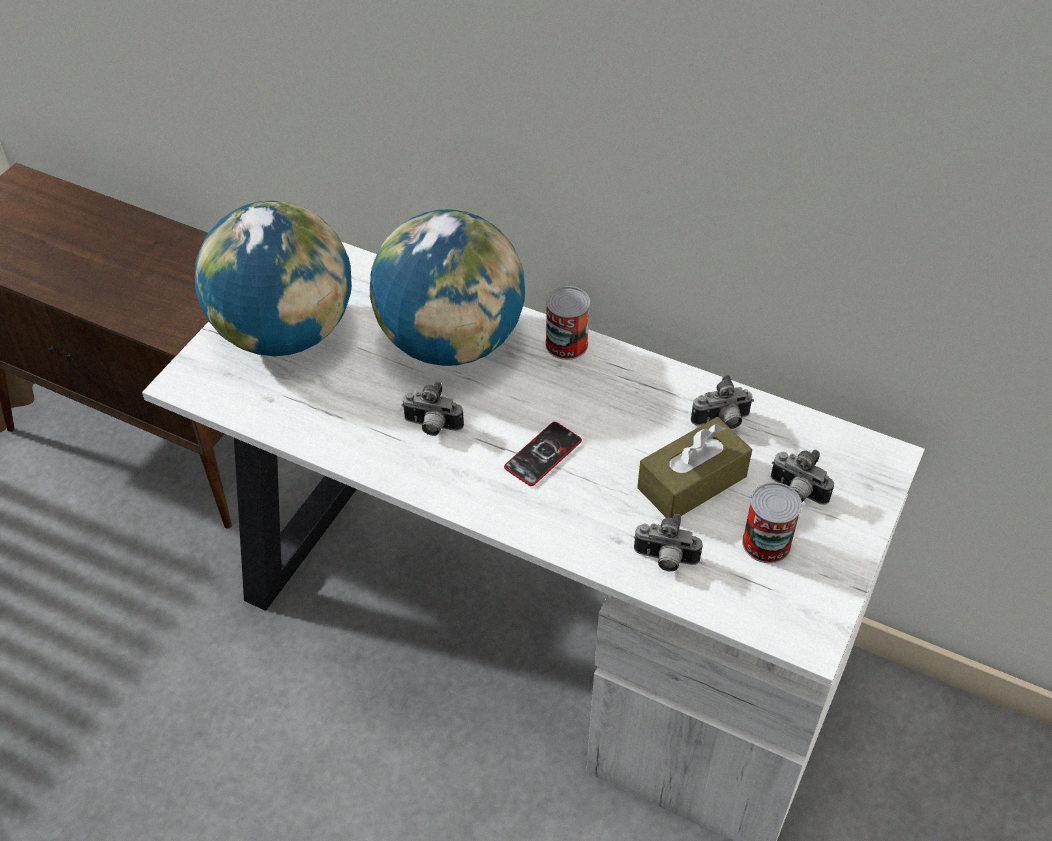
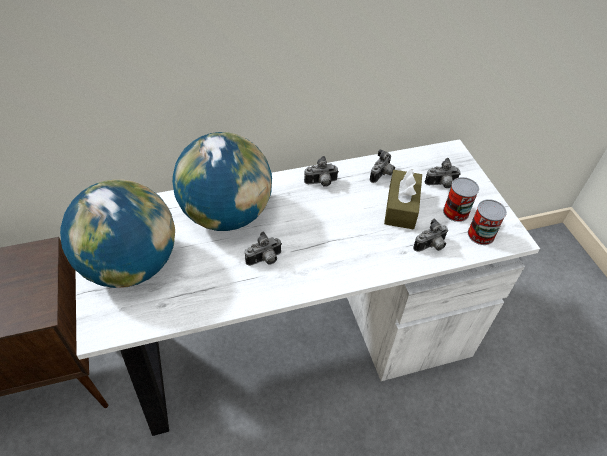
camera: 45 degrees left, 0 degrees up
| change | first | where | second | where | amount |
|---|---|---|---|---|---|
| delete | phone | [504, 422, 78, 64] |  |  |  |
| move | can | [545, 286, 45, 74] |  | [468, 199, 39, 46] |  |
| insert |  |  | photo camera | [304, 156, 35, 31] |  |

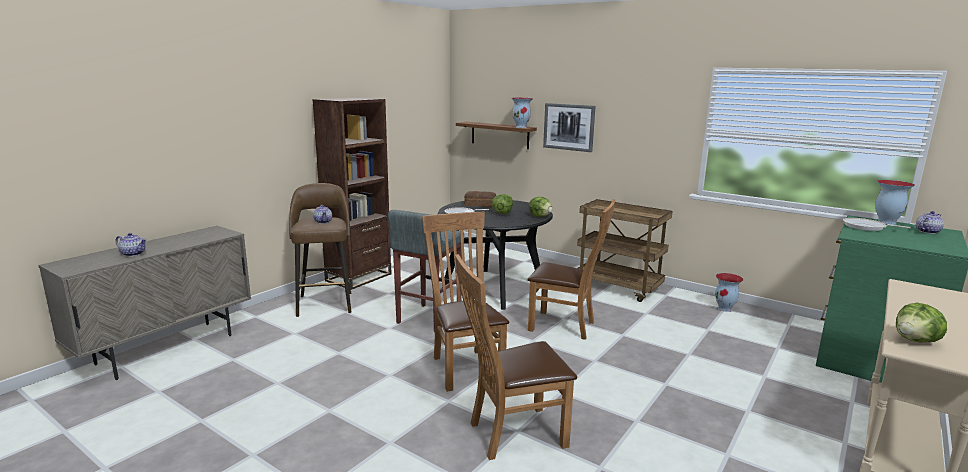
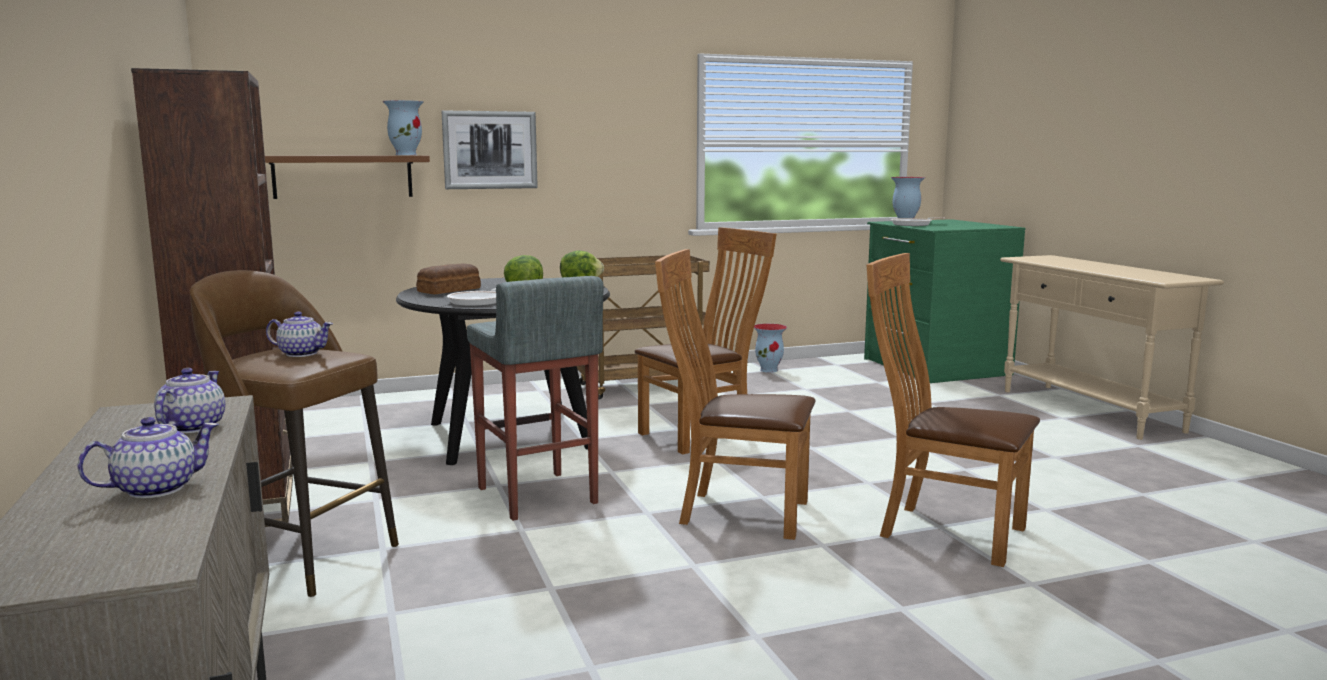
camera: 55 degrees left, 5 degrees down
| change | first | where | second | where | amount |
|---|---|---|---|---|---|
| rotate | brown chair | [455, 254, 122, 206] |  | [866, 253, 174, 314] | 105 degrees clockwise |
| delete | lettuce | [896, 303, 51, 39] |  |  |  |
| move | teapot | [916, 211, 28, 23] |  | [154, 368, 71, 65] |  |

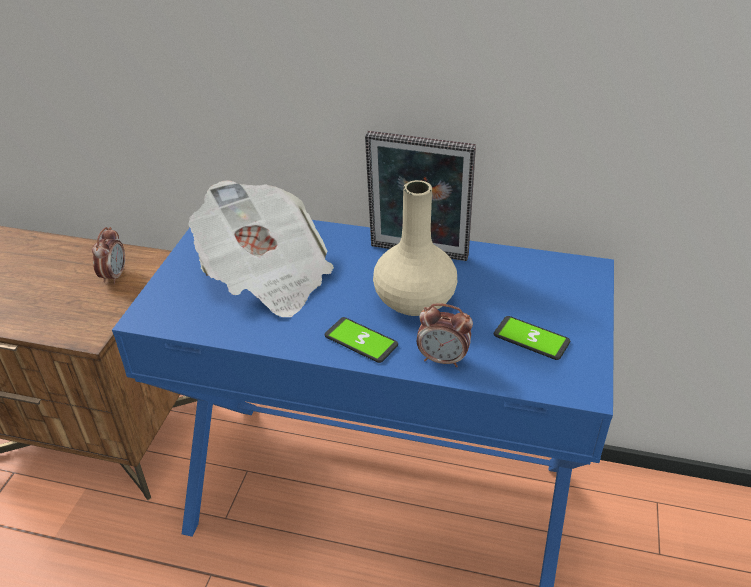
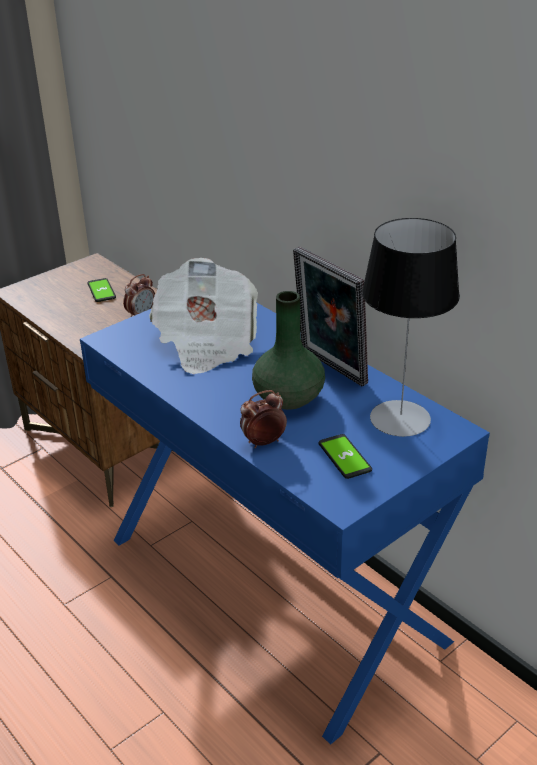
camera: 35 degrees right, 5 degrees down
| change | first | where | second | where | amount |
|---|---|---|---|---|---|
| move | phone | [325, 317, 73, 46] |  | [87, 278, 29, 24] |  |
| recolor | beige vase | [373, 180, 84, 136] | green vase | [252, 291, 73, 119] |  |
| rotate | alarm clock | [417, 303, 56, 64] |  | [240, 390, 47, 59] | 105 degrees clockwise |
| insert |  |  | table lamp | [362, 218, 98, 219] |  |

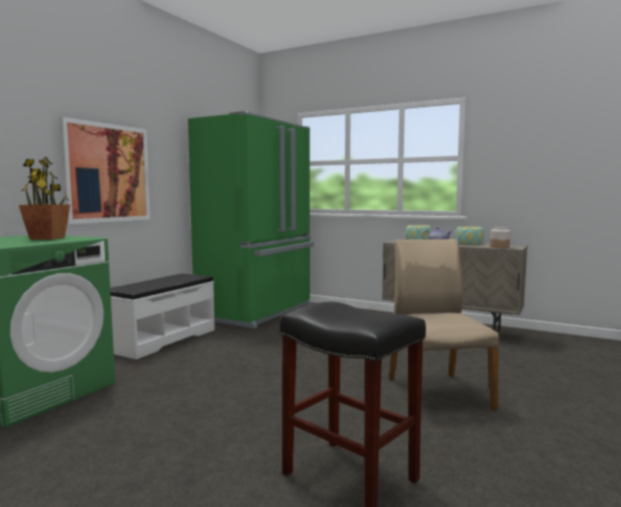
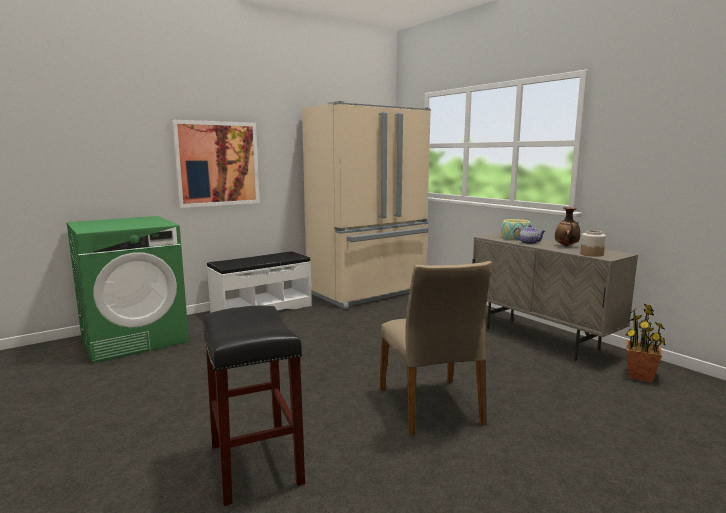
camera: 25 degrees right, 5 degrees up
| change | first | where | second | where | amount |
|---|---|---|---|---|---|
| move | potted plant | [19, 157, 51, 83] |  | [625, 304, 41, 79] |  |
| recolor | green fridge | [188, 111, 126, 217] | beige fridge | [302, 101, 129, 208] |  |
| rotate | beige chair | [389, 239, 110, 172] |  | [380, 261, 112, 174] | 150 degrees clockwise |
| replace | bowl | [455, 227, 29, 18] | vase | [555, 207, 25, 40] |  |

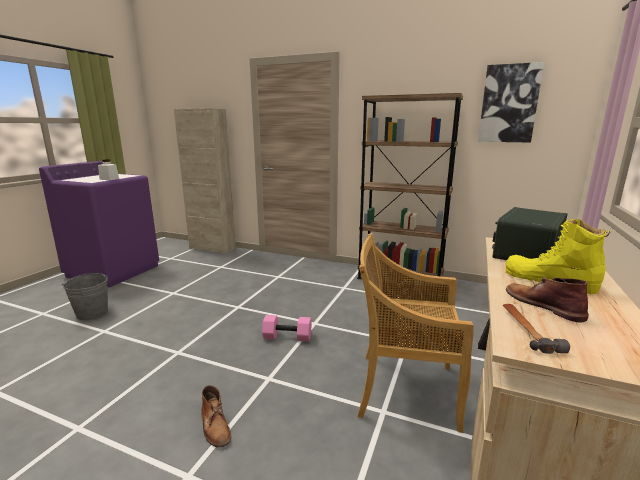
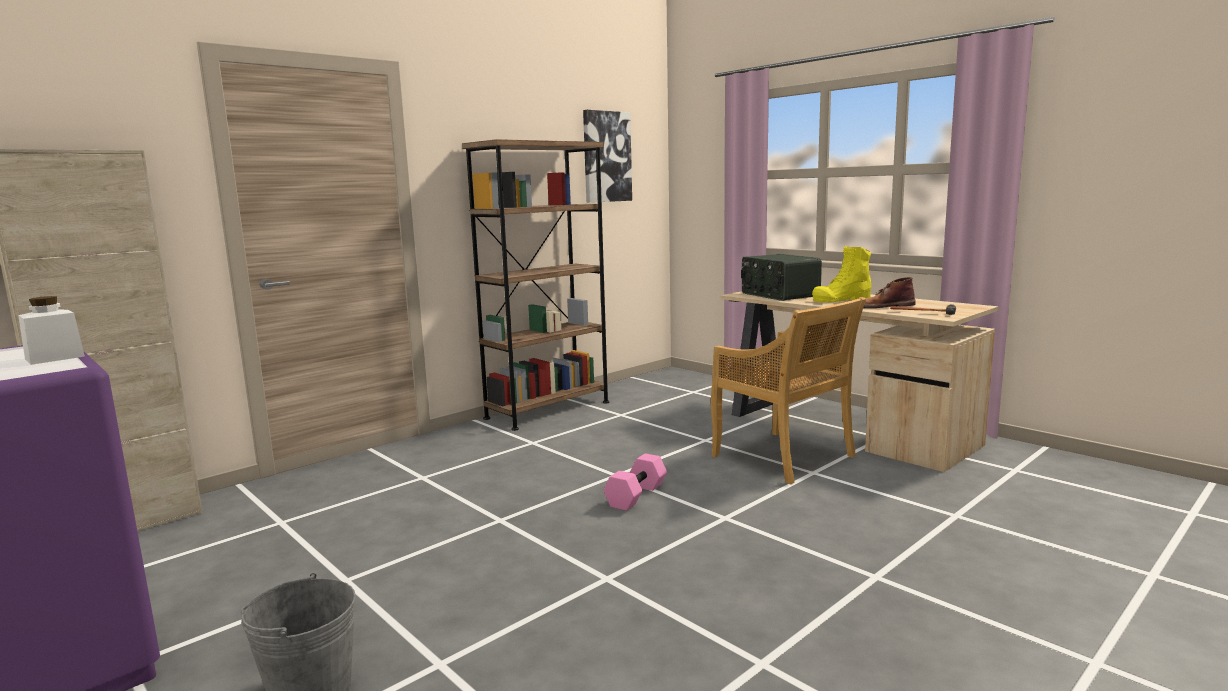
camera: 65 degrees left, 5 degrees down
| change | first | where | second | where | amount |
|---|---|---|---|---|---|
| delete | brown boot | [201, 385, 30, 62] |  |  |  |
| rotate | beige chair | [357, 233, 117, 200] |  | [711, 297, 155, 187] | 75 degrees counterclockwise |

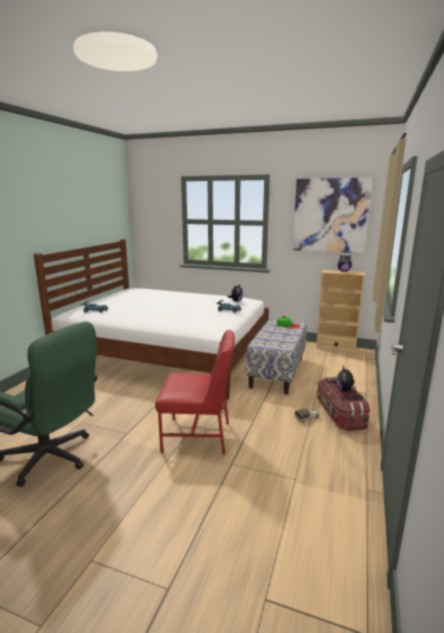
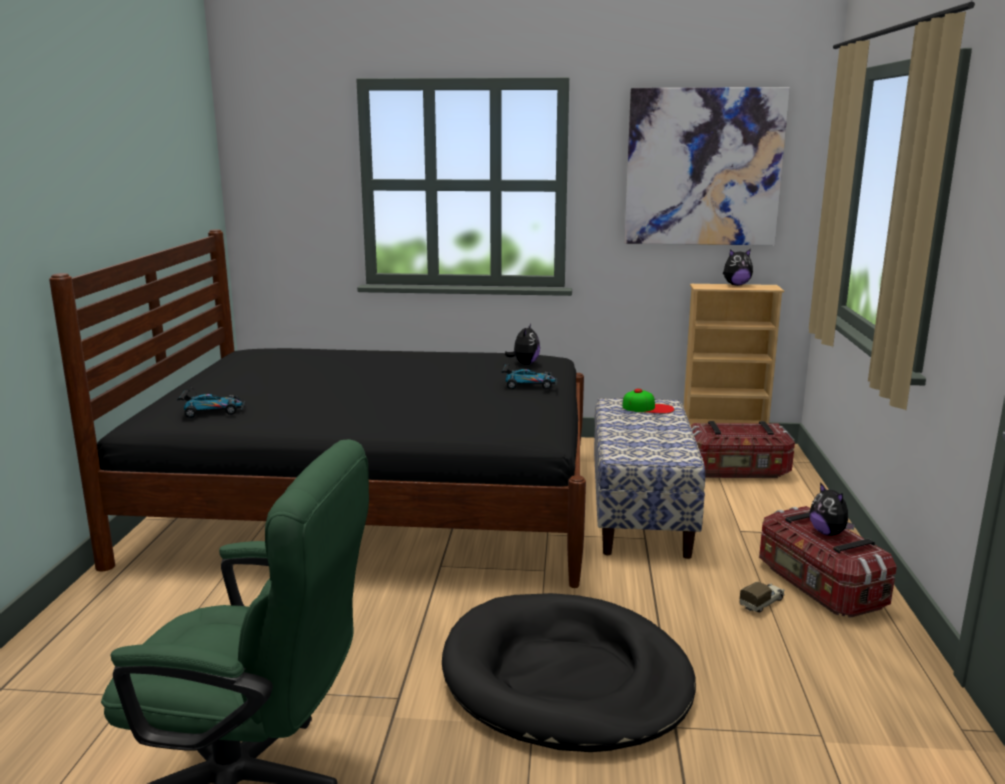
camera: 15 degrees left, 0 degrees up
| change | first | where | second | where | amount |
|---|---|---|---|---|---|
| recolor | white bed | [34, 239, 235, 161] | black bed | [49, 230, 537, 358] |  |
| replace | red chair | [155, 330, 80, 124] | black dog bed | [442, 593, 254, 159] |  |
| insert |  |  | storage box | [691, 421, 104, 57] |  |

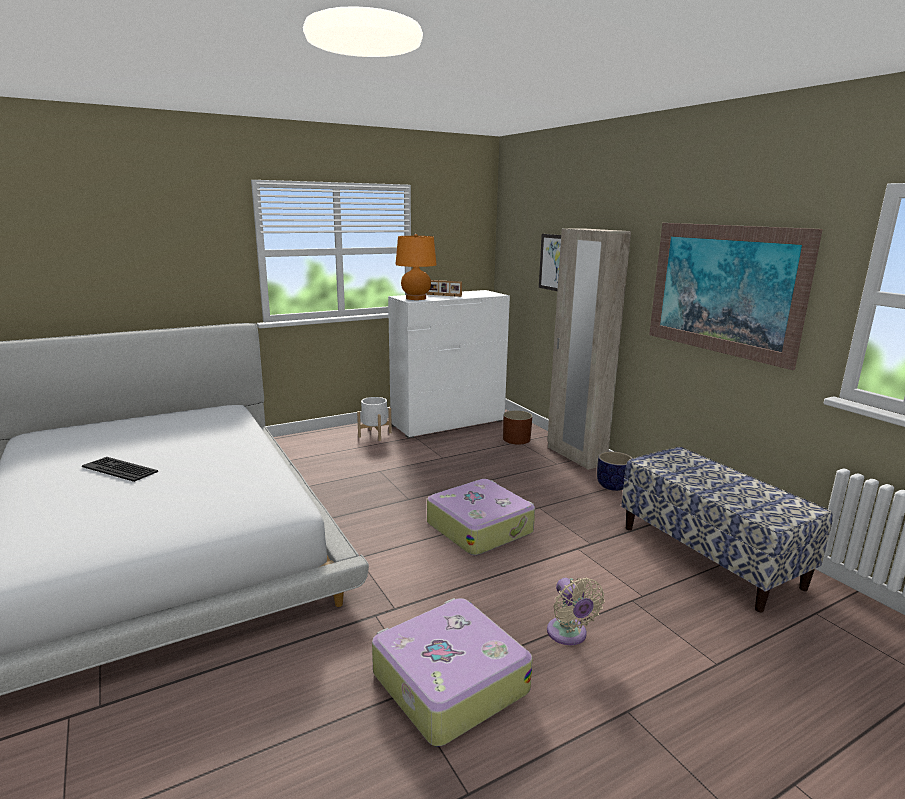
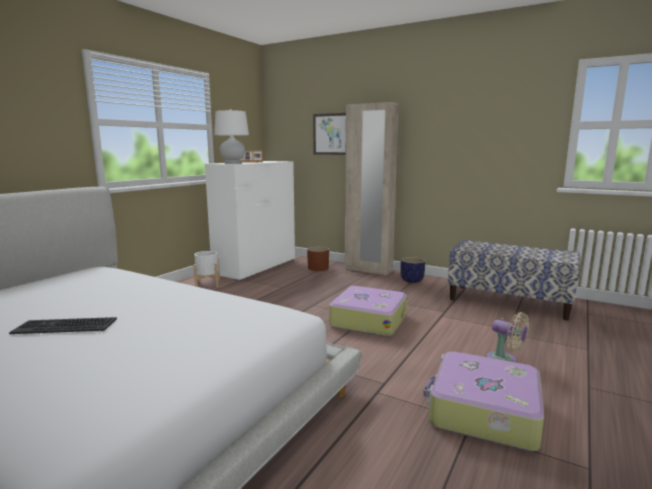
camera: 30 degrees left, 5 degrees down
| change | first | where | second | where | amount |
|---|---|---|---|---|---|
| recolor | orange table lamp | [395, 234, 42, 66] | white table lamp | [214, 109, 35, 55] |  |
| delete | picture | [649, 223, 174, 147] |  |  |  |

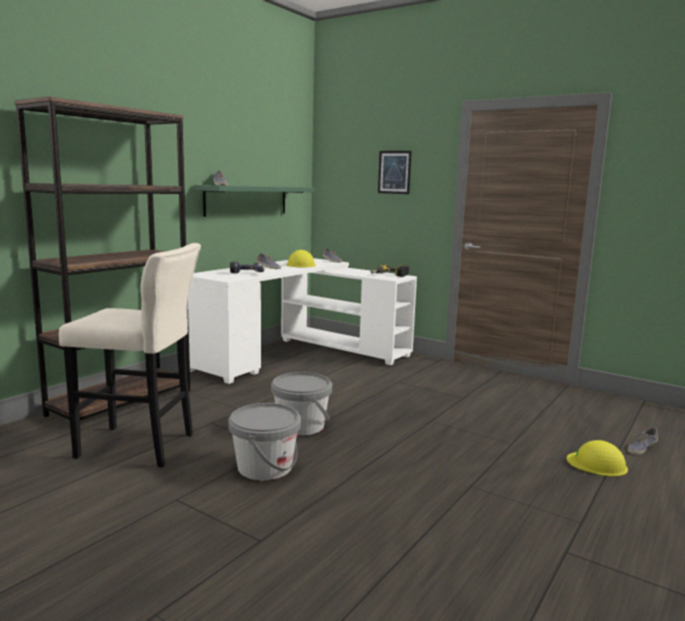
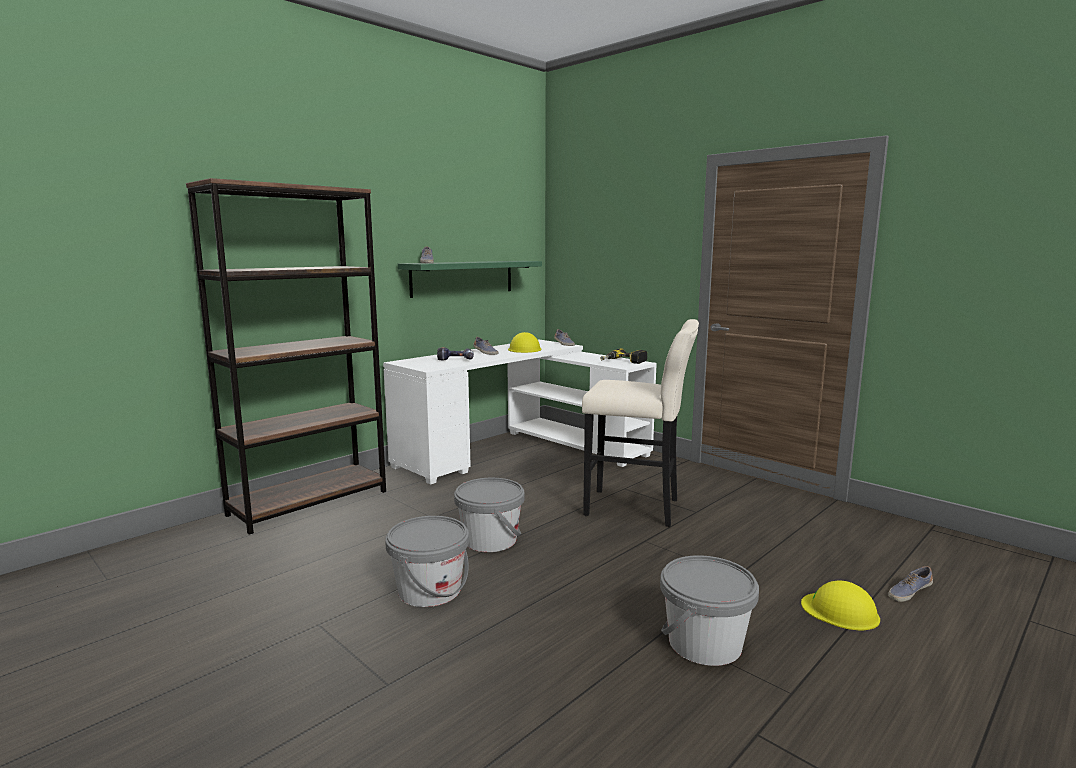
camera: 10 degrees right, 0 degrees up
| change | first | where | second | where | amount |
|---|---|---|---|---|---|
| move | beige stool | [59, 243, 142, 224] |  | [582, 319, 117, 208] |  |
| delete | picture | [378, 151, 34, 43] |  |  |  |
| insert |  |  | grey bucket | [660, 555, 99, 111] |  |

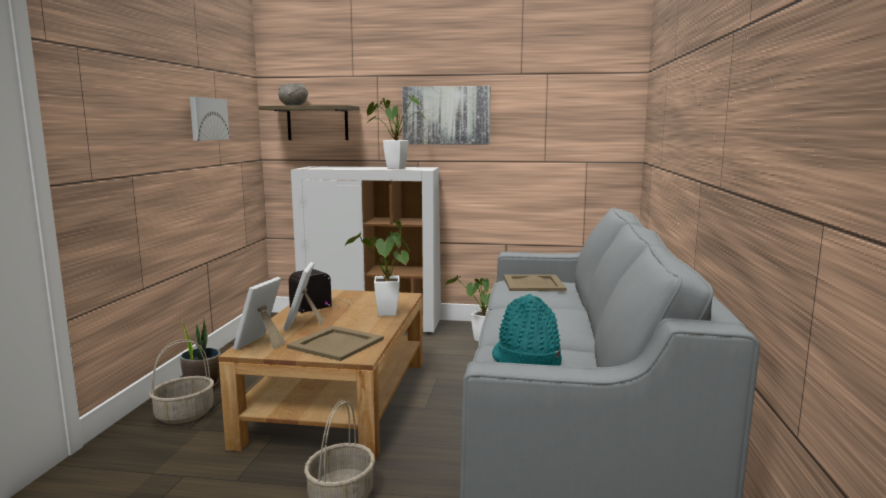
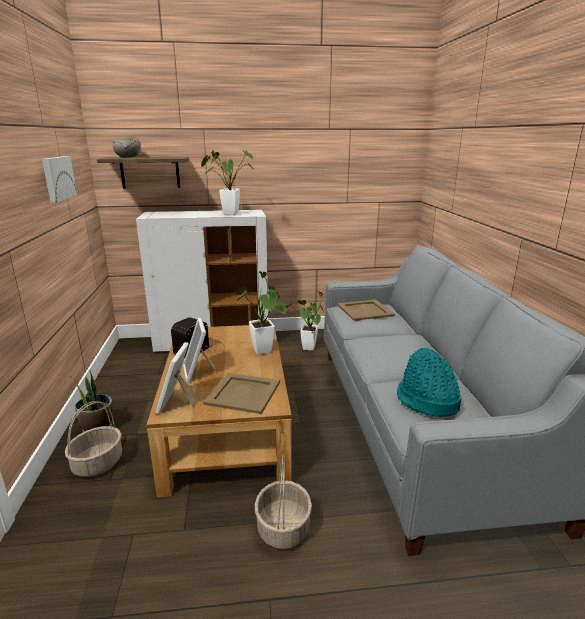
camera: 15 degrees left, 10 degrees up
| change | first | where | second | where | amount |
|---|---|---|---|---|---|
| delete | picture | [402, 86, 89, 59] |  |  |  |

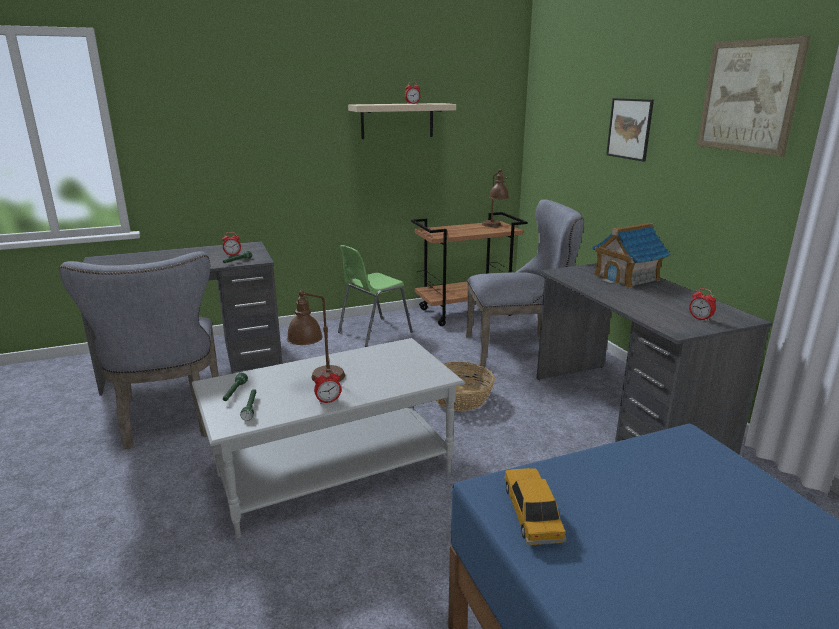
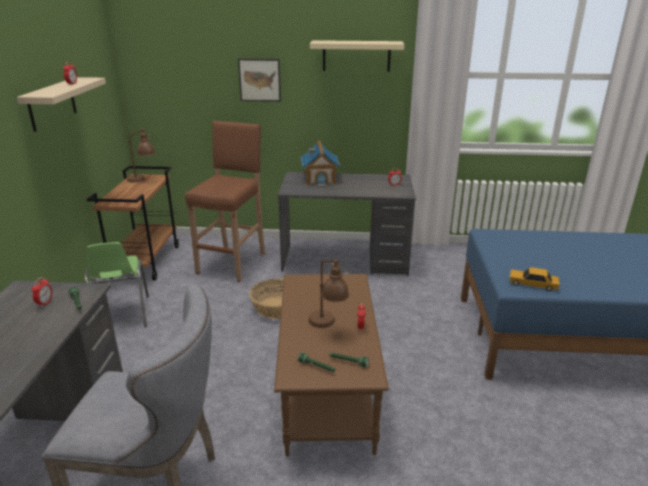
camera: 65 degrees left, 5 degrees up
| change | first | where | second | where | amount |
|---|---|---|---|---|---|
| recolor | grey coffee table | [192, 338, 273, 201] | brown coffee table | [274, 274, 115, 183] |  |
| replace | grey chair | [466, 199, 118, 168] | brown stool | [185, 120, 80, 162] |  |
| replace | picture | [697, 36, 114, 121] | beige shelf | [310, 40, 94, 32] |  |

